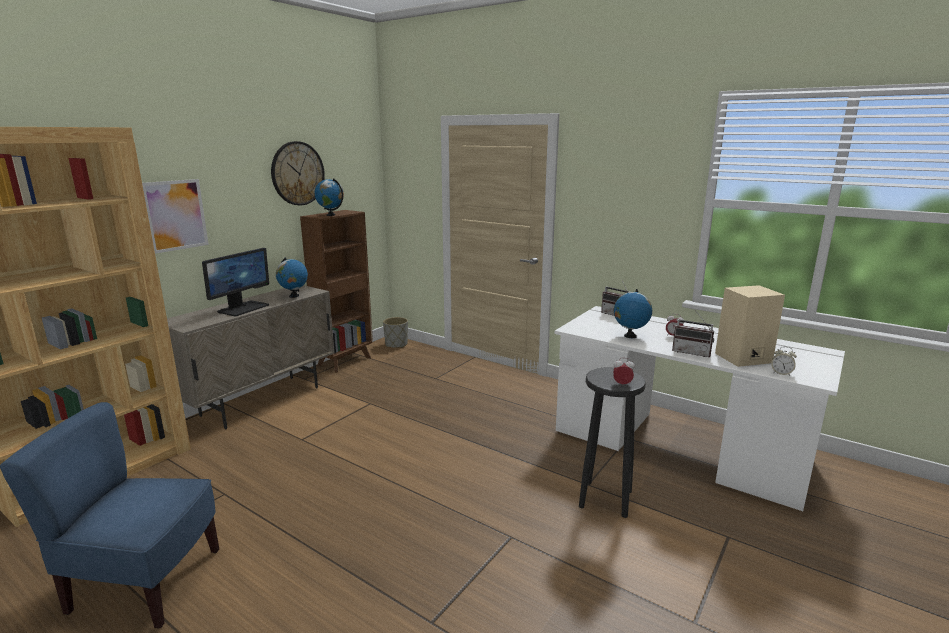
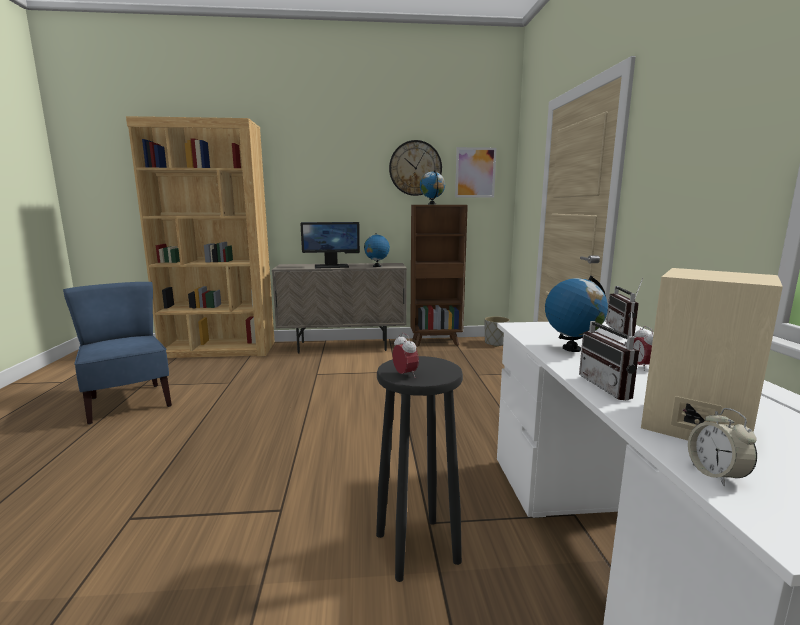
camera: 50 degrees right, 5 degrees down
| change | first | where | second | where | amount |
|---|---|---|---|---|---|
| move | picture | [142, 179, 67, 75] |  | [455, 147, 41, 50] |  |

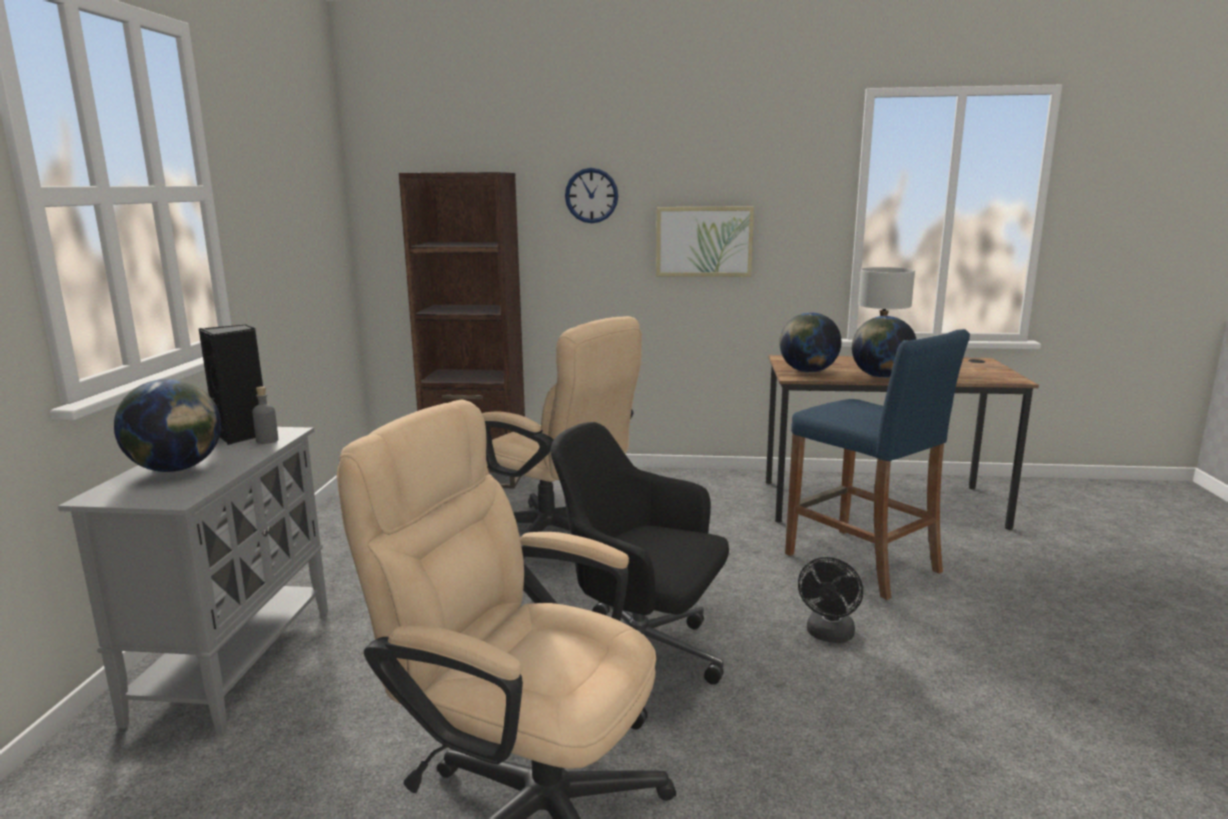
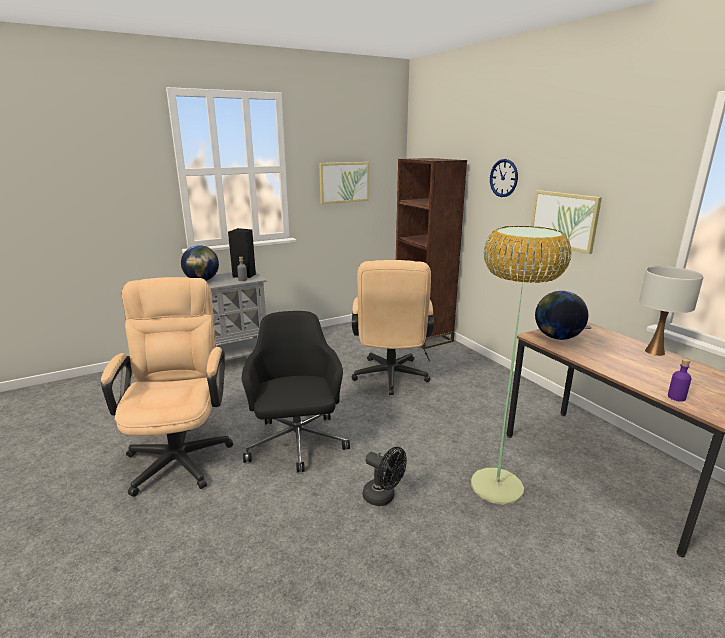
camera: 55 degrees right, 5 degrees up
| change | first | where | second | where | amount |
|---|---|---|---|---|---|
| replace | blue stool | [785, 329, 185, 271] | floor lamp | [471, 226, 100, 279] |  |
| rotate | black fan | [798, 557, 65, 86] |  | [363, 447, 44, 59] | 135 degrees counterclockwise |
| delete | globe | [852, 316, 65, 62] |  |  |  |
| insert |  |  | picture | [319, 162, 50, 42] |  |
| insert |  |  | purple bottle | [668, 359, 23, 43] |  |

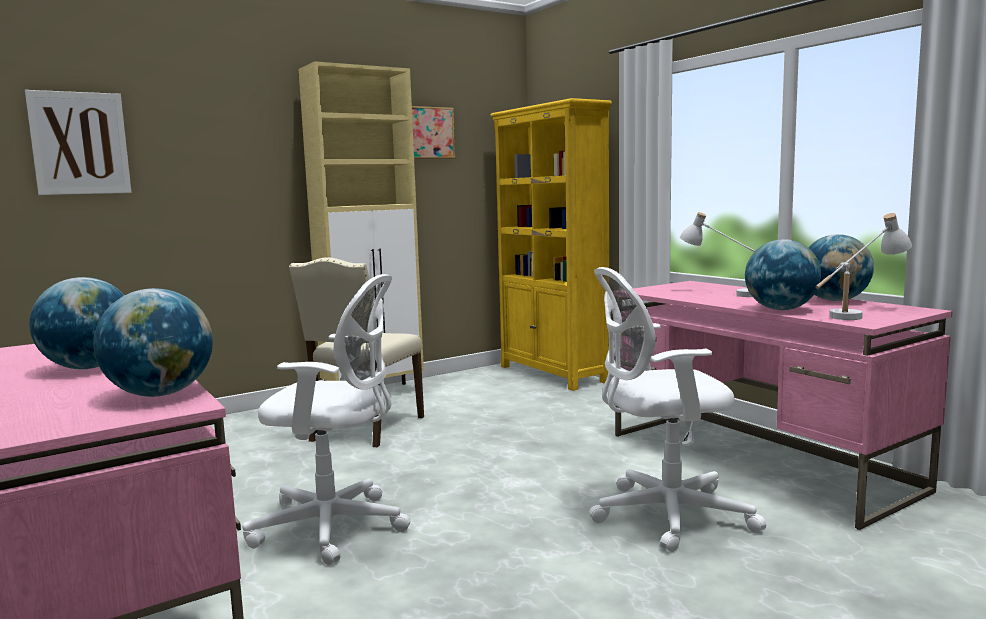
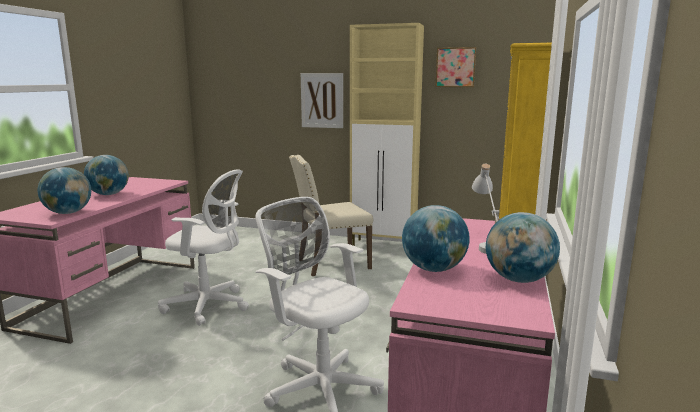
camera: 50 degrees right, 5 degrees up
| change | first | where | second | where | amount |
|---|---|---|---|---|---|
| move | picture | [25, 90, 107, 105] |  | [301, 73, 42, 55] |  |
| rotate | white office chair | [242, 274, 169, 291] |  | [158, 169, 91, 157] | 45 degrees counterclockwise |
| delete | white table lamp | [816, 213, 96, 107] |  |  |  |

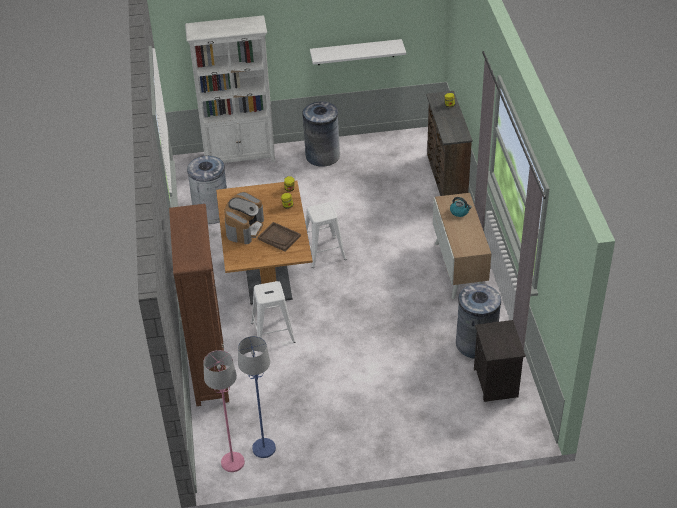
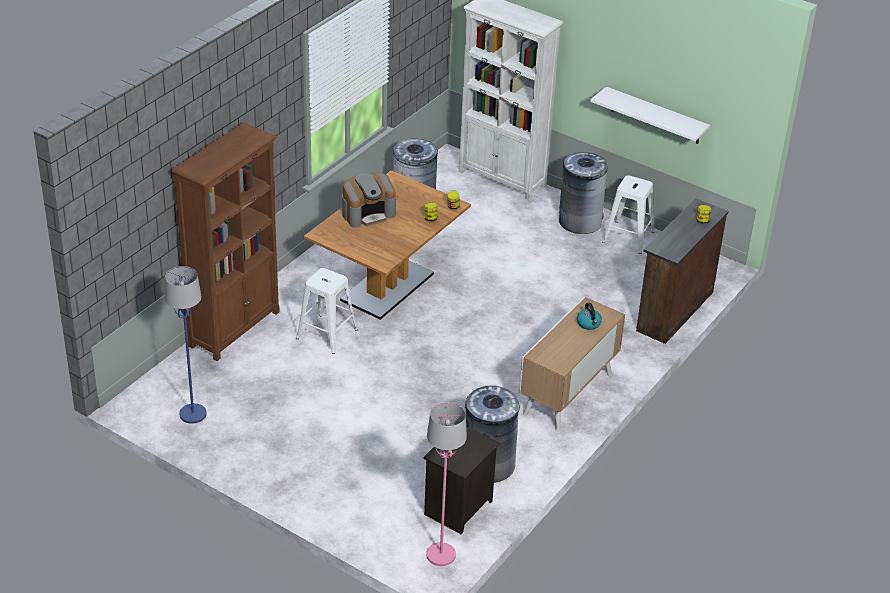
camera: 40 degrees right, 5 degrees down
| change | first | where | second | where | amount |
|---|---|---|---|---|---|
| move | pink floor lamp | [203, 350, 42, 122] |  | [426, 402, 41, 164] |  |
| delete | brown tray | [258, 222, 43, 30] |  |  |  |
| move | white stool | [305, 202, 41, 66] |  | [602, 175, 53, 79] |  |

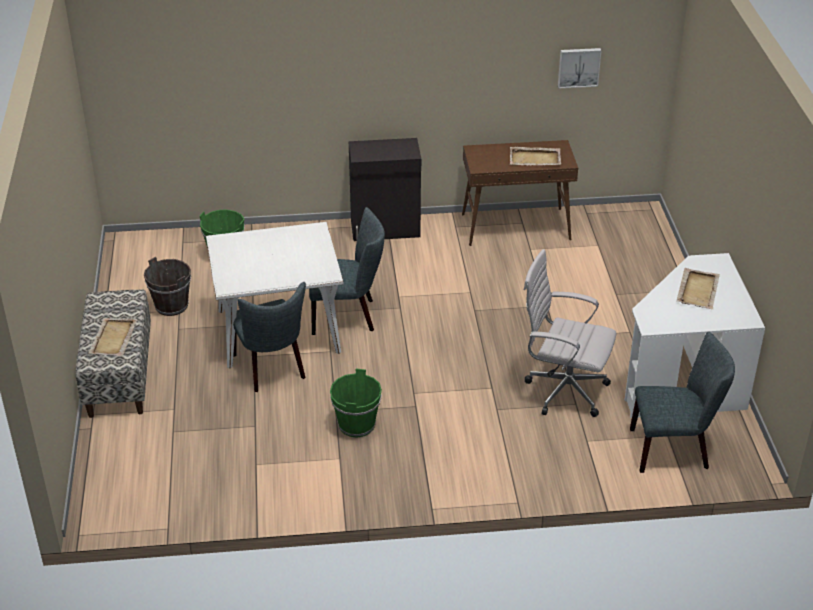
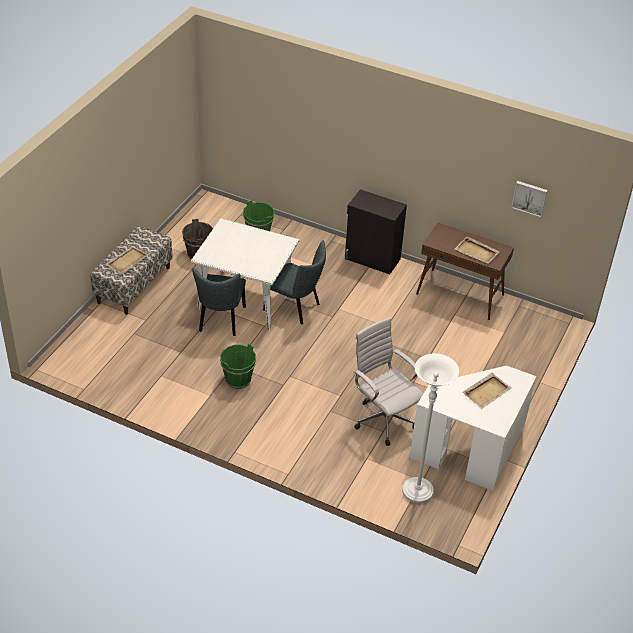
camera: 30 degrees right, 5 degrees up
| change | first | where | second | where | amount |
|---|---|---|---|---|---|
| replace | grey chair | [630, 332, 105, 141] | white floor lamp | [402, 353, 57, 150] |  |

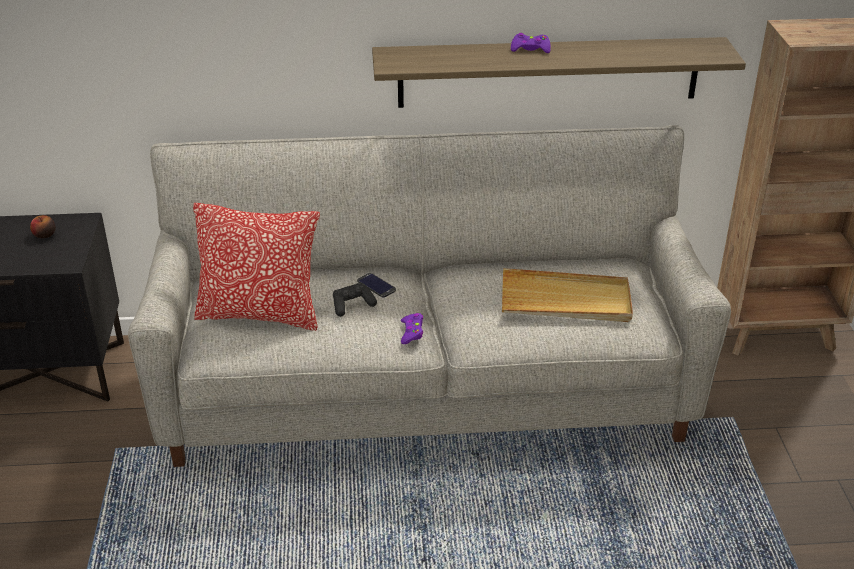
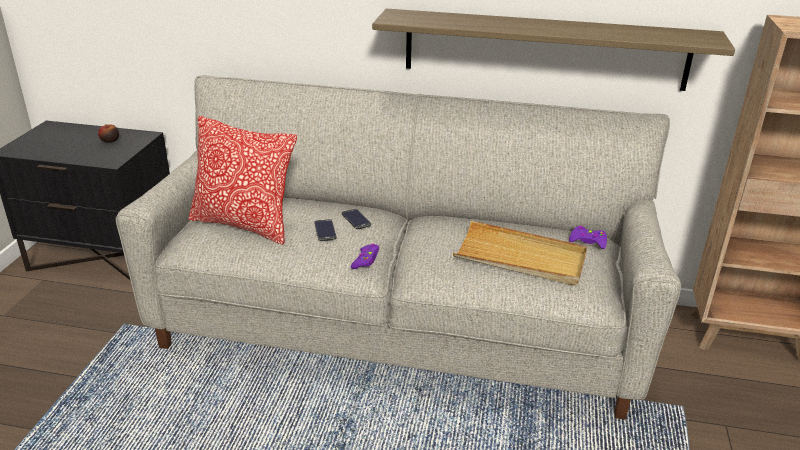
camera: 15 degrees right, 5 degrees down
| change | first | where | second | where | amount |
|---|---|---|---|---|---|
| replace | black game controller | [333, 283, 44, 34] | phone | [315, 219, 22, 22] |  |
| move | purple game controller | [511, 33, 40, 20] |  | [569, 226, 38, 23] |  |

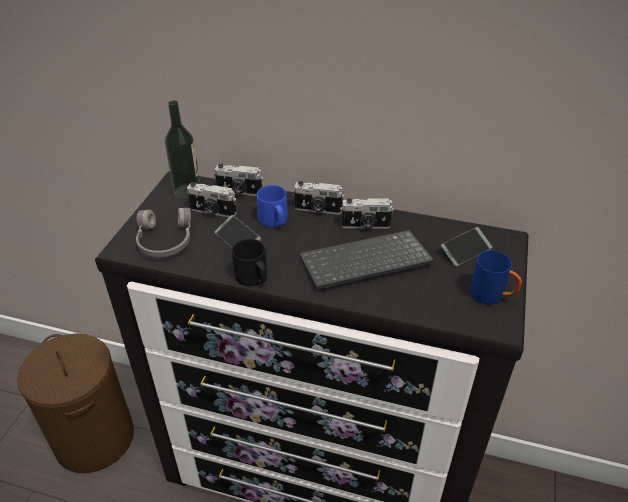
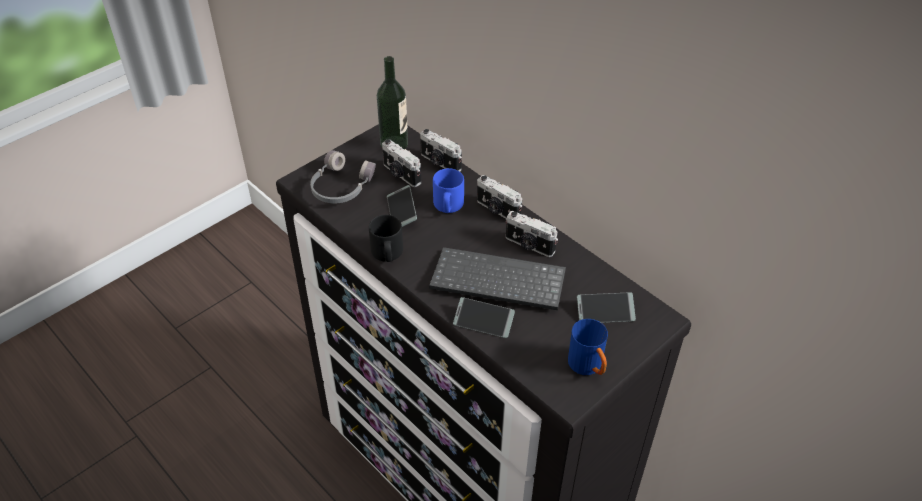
camera: 30 degrees right, 5 degrees up
| change | first | where | second | where | amount |
|---|---|---|---|---|---|
| delete | brown laundry basket | [17, 333, 117, 140] |  |  |  |
| insert |  |  | phone | [453, 297, 62, 41] |  |

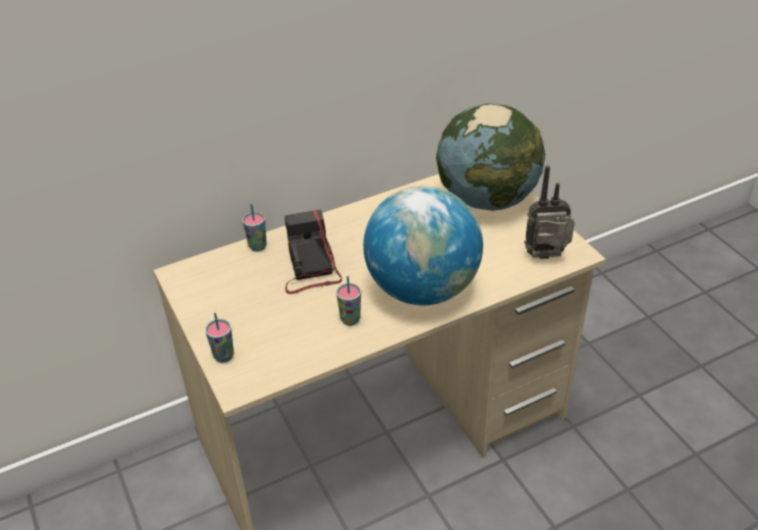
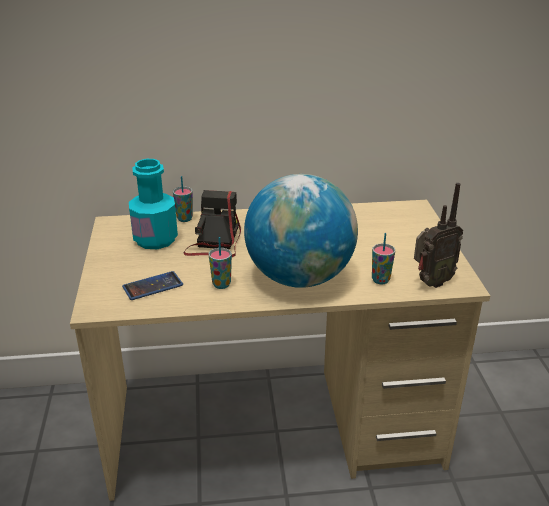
camera: 20 degrees right, 10 degrees down
| change | first | where | second | where | amount |
|---|---|---|---|---|---|
| move | cup | [205, 313, 29, 50] |  | [372, 233, 23, 51] |  |
| delete | globe | [436, 103, 109, 108] |  |  |  |
| rotate | radio | [524, 165, 51, 94] |  | [414, 183, 49, 105] | 135 degrees clockwise |
| insert |  |  | phone | [122, 271, 61, 29] |  |
| insert |  |  | turquoise bottle | [129, 159, 49, 90] |  |

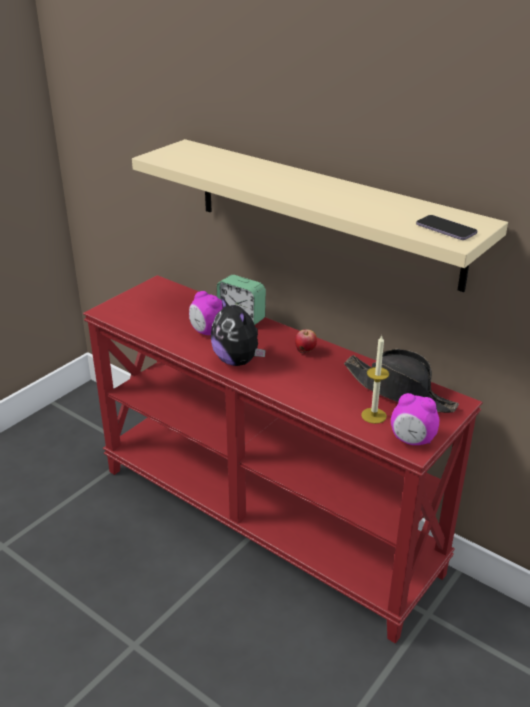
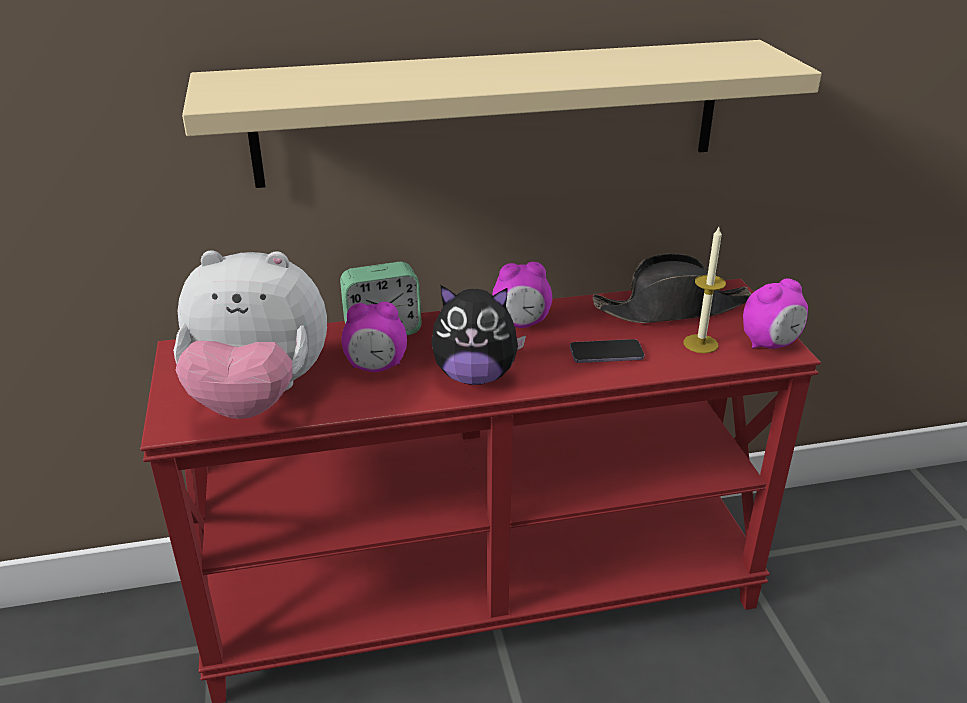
camera: 50 degrees left, 0 degrees up
| change | first | where | second | where | amount |
|---|---|---|---|---|---|
| replace | apple | [295, 329, 22, 24] | alarm clock | [492, 262, 60, 66] |  |
| move | phone | [416, 215, 62, 25] |  | [570, 339, 75, 24] |  |
| insert |  |  | plush toy | [173, 251, 154, 168] |  |

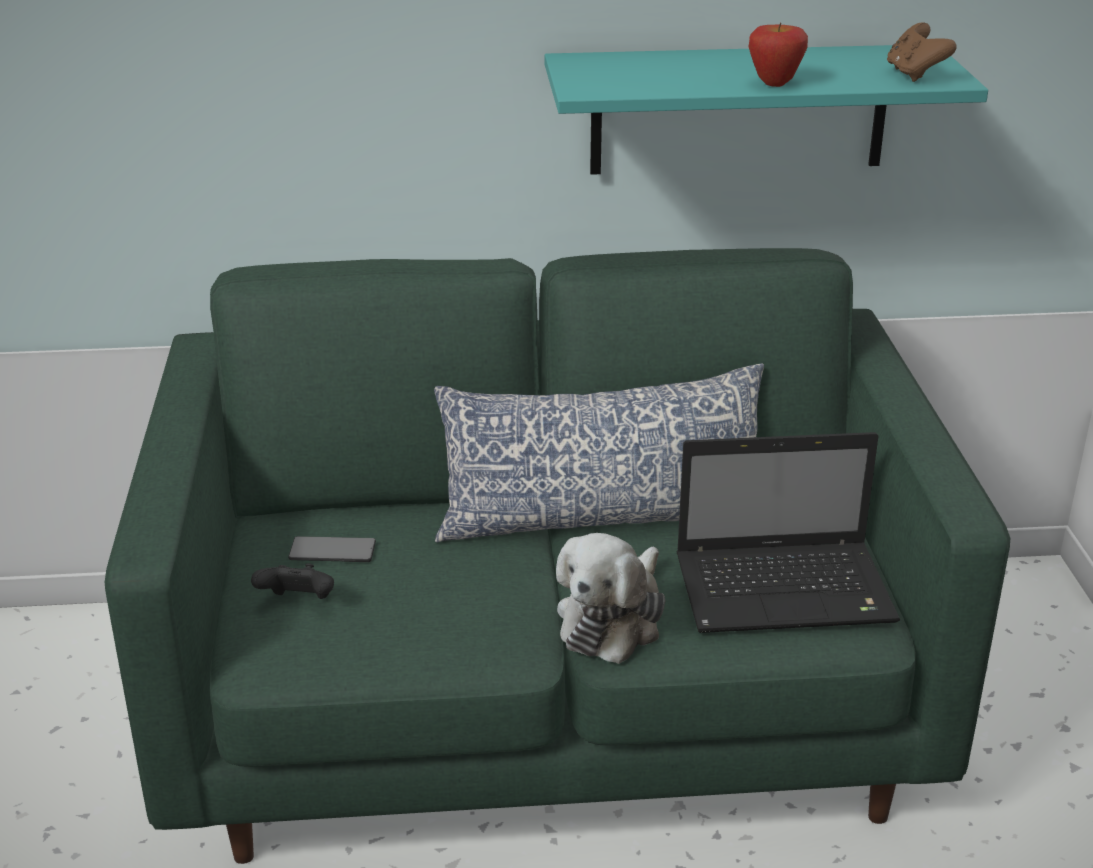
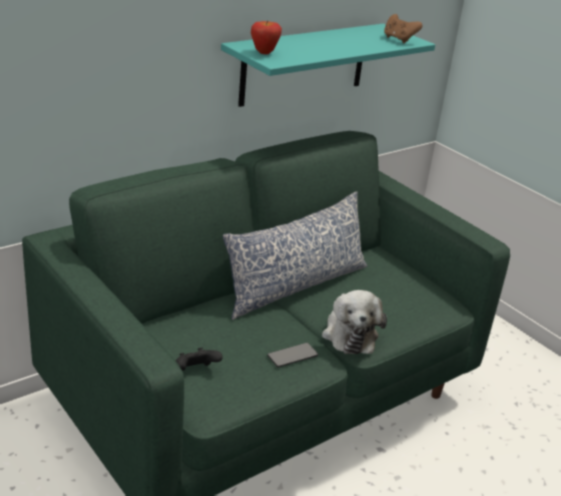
camera: 35 degrees left, 0 degrees up
| change | first | where | second | where | amount |
|---|---|---|---|---|---|
| move | phone | [288, 536, 88, 26] |  | [267, 343, 51, 25] |  |
| delete | laptop | [677, 432, 223, 201] |  |  |  |
| move | apple | [749, 22, 59, 65] |  | [251, 20, 31, 34] |  |

